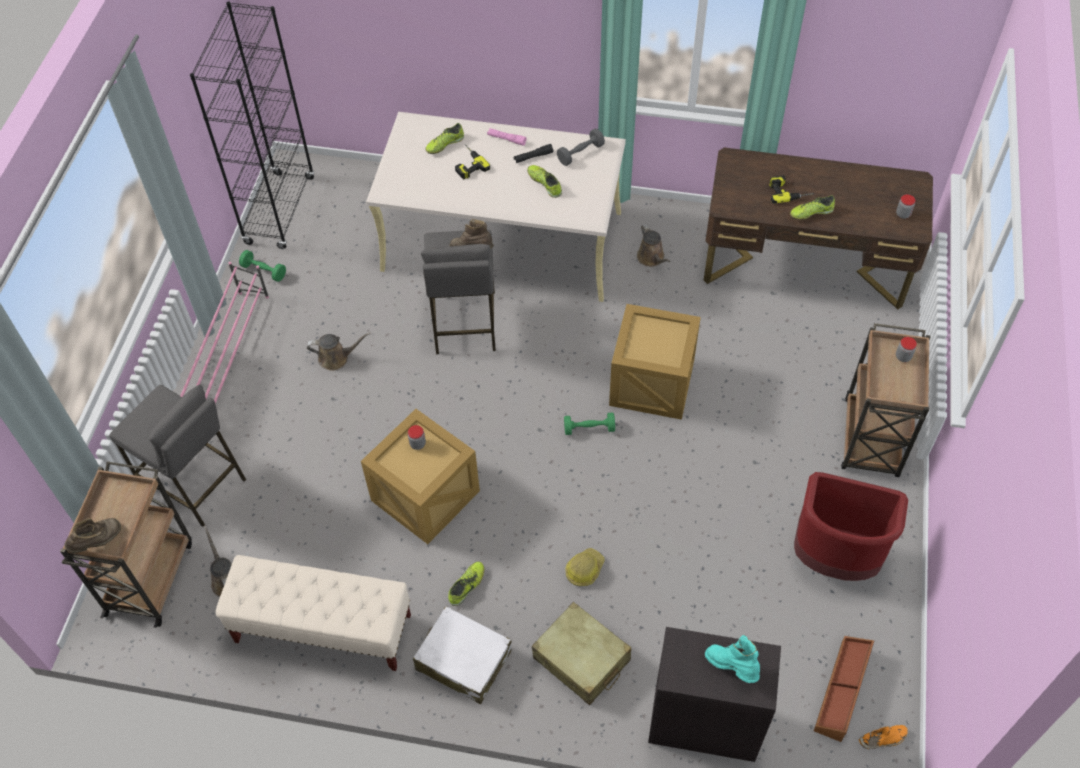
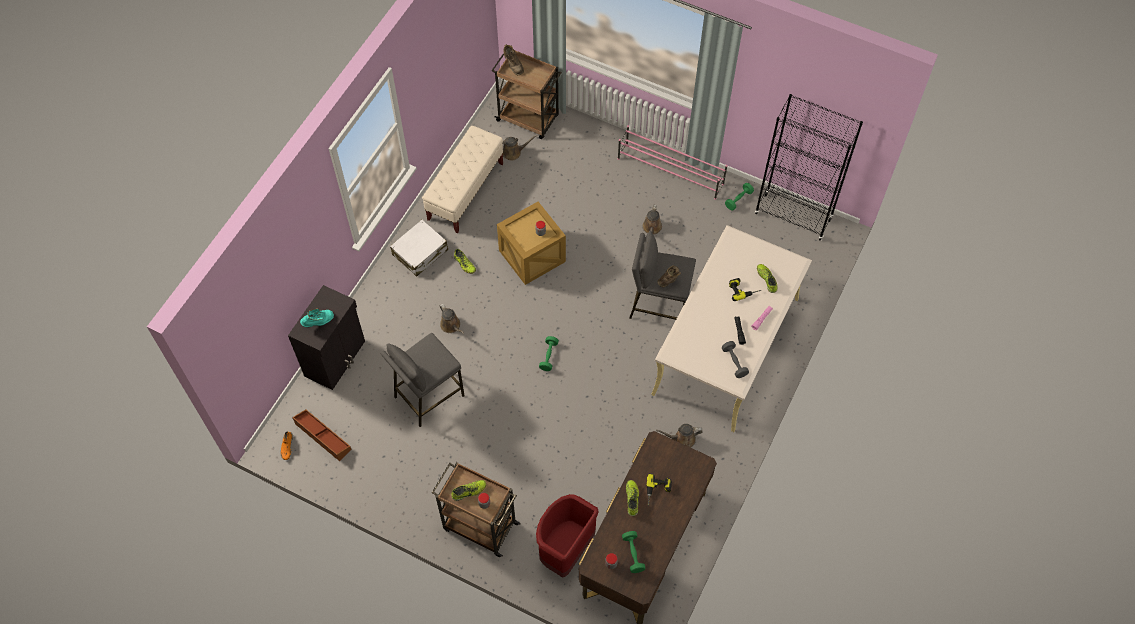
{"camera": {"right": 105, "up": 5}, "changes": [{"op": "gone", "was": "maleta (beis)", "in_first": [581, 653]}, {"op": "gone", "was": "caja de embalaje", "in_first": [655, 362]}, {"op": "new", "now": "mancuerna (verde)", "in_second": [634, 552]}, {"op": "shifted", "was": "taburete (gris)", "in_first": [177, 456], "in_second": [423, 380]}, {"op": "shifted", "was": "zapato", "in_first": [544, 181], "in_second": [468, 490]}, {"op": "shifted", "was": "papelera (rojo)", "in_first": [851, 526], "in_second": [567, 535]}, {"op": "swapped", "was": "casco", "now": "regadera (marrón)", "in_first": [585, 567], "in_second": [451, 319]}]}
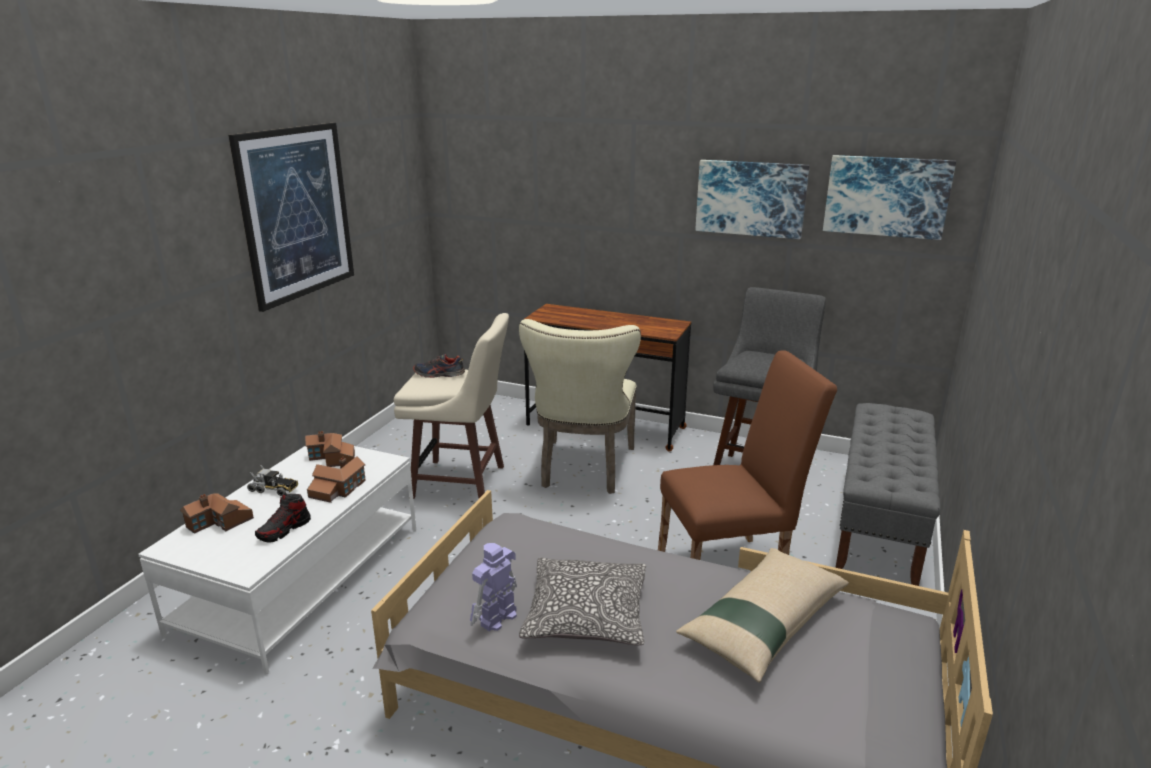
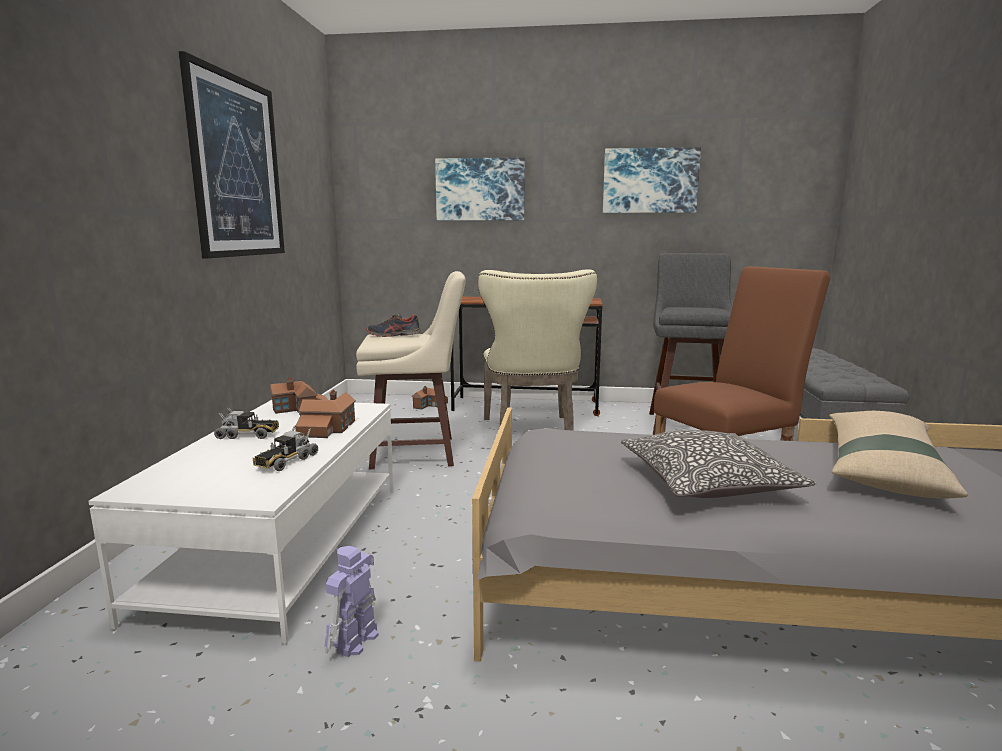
{"camera": {"right": -15, "up": -10}, "changes": [{"op": "shifted", "was": "casita", "in_first": [217, 513], "in_second": [430, 398]}, {"op": "shifted", "was": "robot de juguete", "in_first": [493, 587], "in_second": [352, 601]}, {"op": "shifted", "was": "cuadro", "in_first": [889, 197], "in_second": [480, 188]}, {"op": "swapped", "was": "zapato", "now": "camión de juguete", "in_first": [283, 518], "in_second": [285, 448]}]}
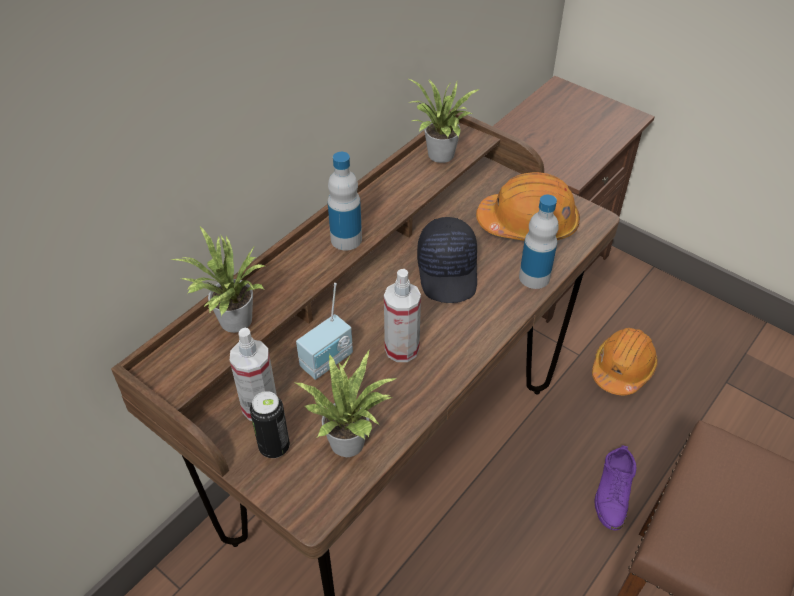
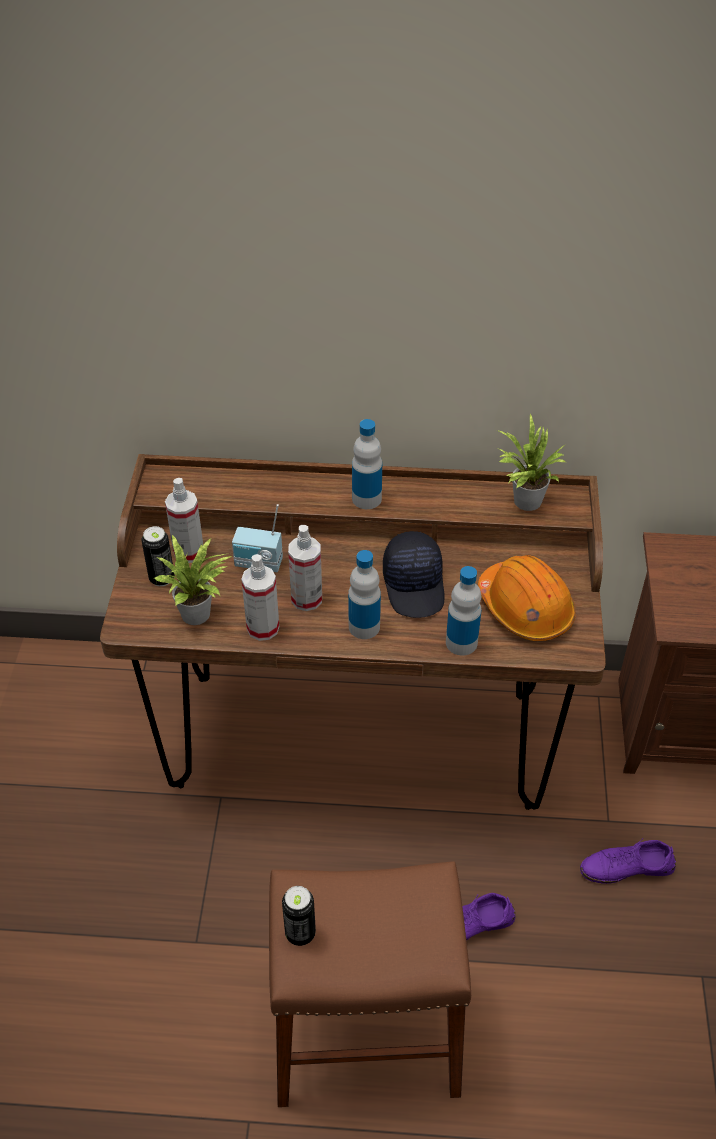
{"camera": {"right": 55, "up": 0}, "changes": [{"op": "gone", "was": "planta en maceta", "in_first": [218, 280]}, {"op": "new", "now": "pulverizador", "in_second": [260, 597]}, {"op": "new", "now": "lata", "in_second": [299, 916]}, {"op": "new", "now": "botella", "in_second": [364, 594]}, {"op": "swapped", "was": "casco (naranja)", "now": "zapato (morado)", "in_first": [625, 361], "in_second": [628, 861]}, {"op": "rotated", "was": "gorra (negro)", "in_first": [447, 260], "in_second": [414, 574], "clockwise": -60}]}
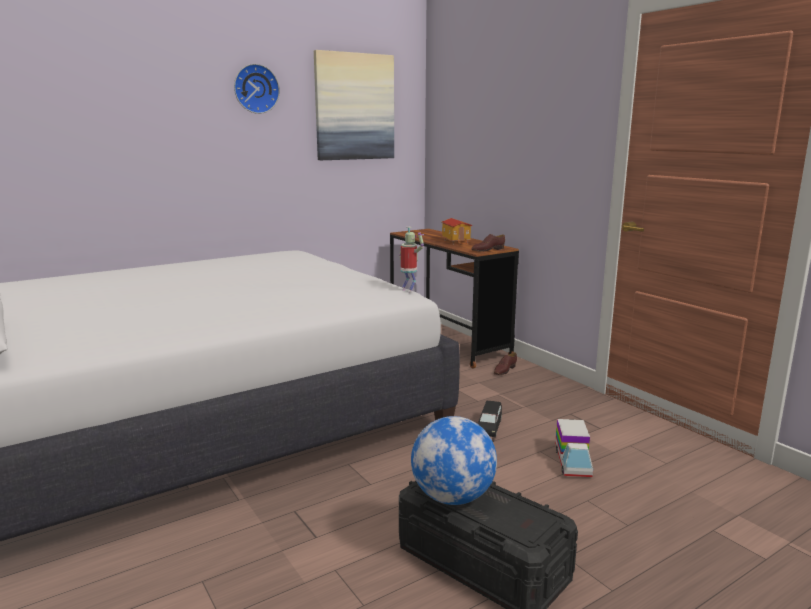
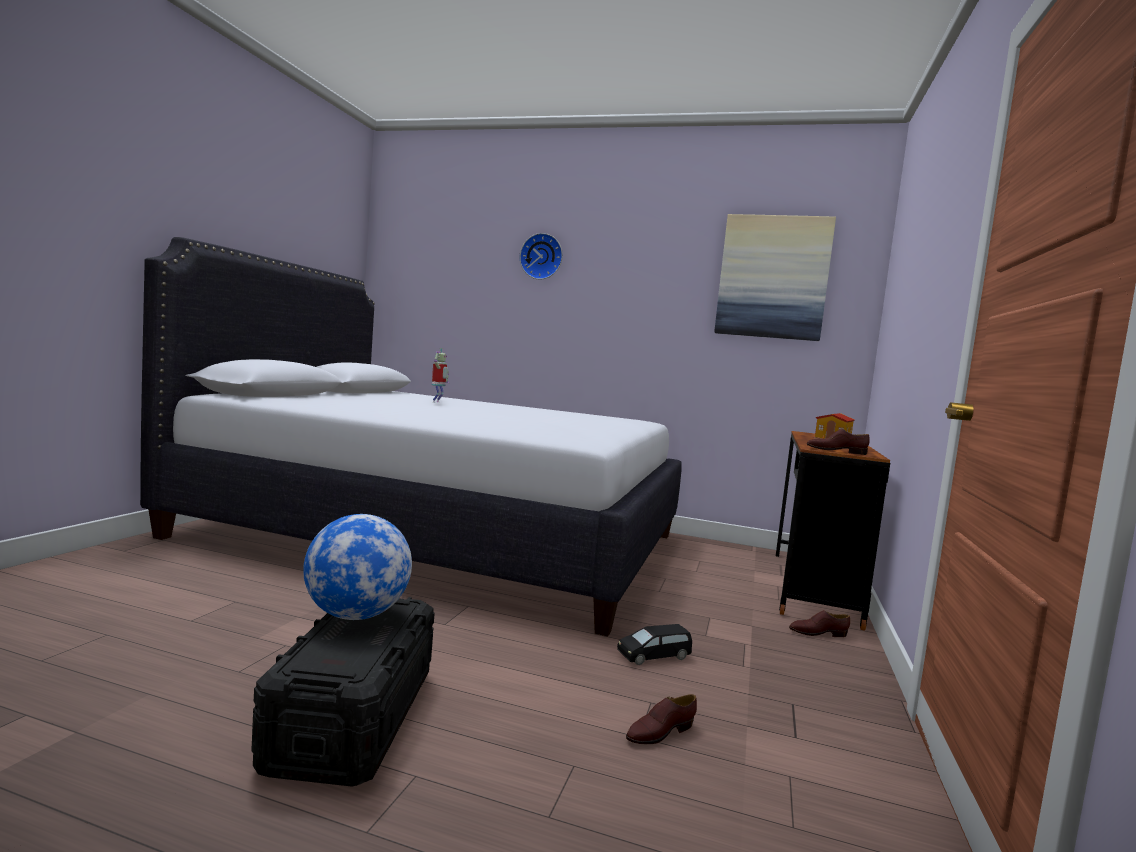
{"camera": {"right": 50, "up": -10}, "changes": [{"op": "shifted", "was": "reloj de pared", "in_first": [257, 89], "in_second": [541, 256]}, {"op": "shifted", "was": "robot de juguete", "in_first": [411, 260], "in_second": [440, 375]}, {"op": "swapped", "was": "camión de juguete", "now": "zapato (marrón)", "in_first": [574, 448], "in_second": [661, 719]}]}
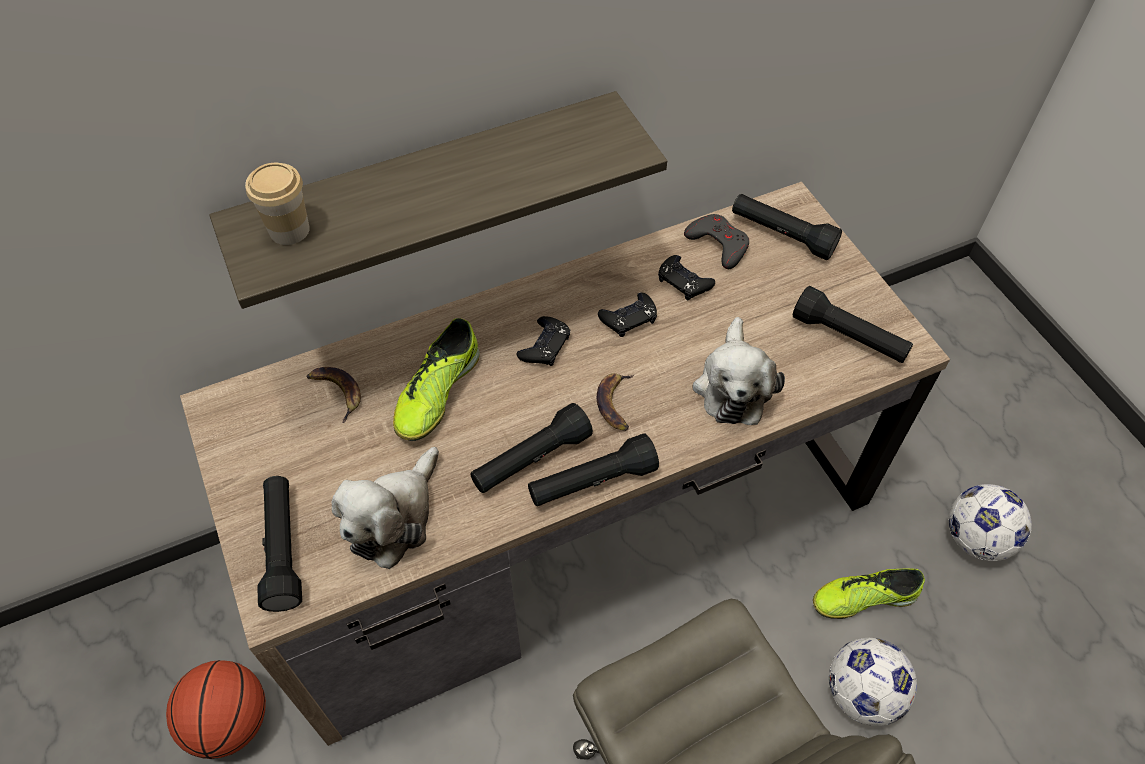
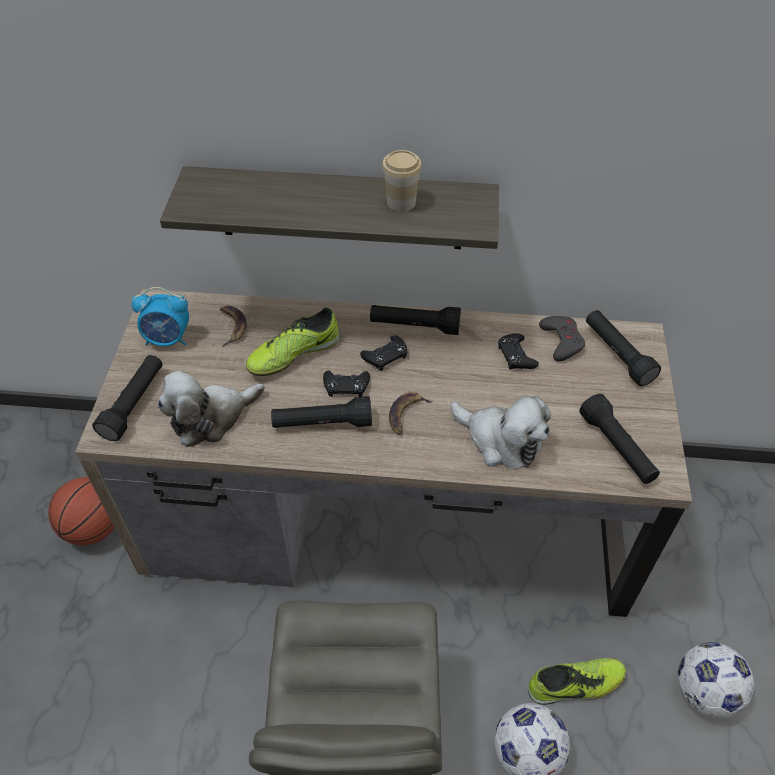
{"camera": {"right": 30, "up": -5}, "changes": [{"op": "new", "now": "despertador", "in_second": [160, 316]}, {"op": "shifted", "was": "taza", "in_first": [277, 204], "in_second": [402, 181]}, {"op": "shifted", "was": "linterna (negro)", "in_first": [593, 470], "in_second": [415, 320]}, {"op": "shifted", "was": "mando de consola (negro)", "in_first": [627, 314], "in_second": [346, 383]}, {"op": "rotated", "was": "peluche", "in_first": [739, 371], "in_second": [500, 433], "clockwise": -90}, {"op": "rotated", "was": "zapato", "in_first": [869, 593], "in_second": [577, 681], "clockwise": 150}]}
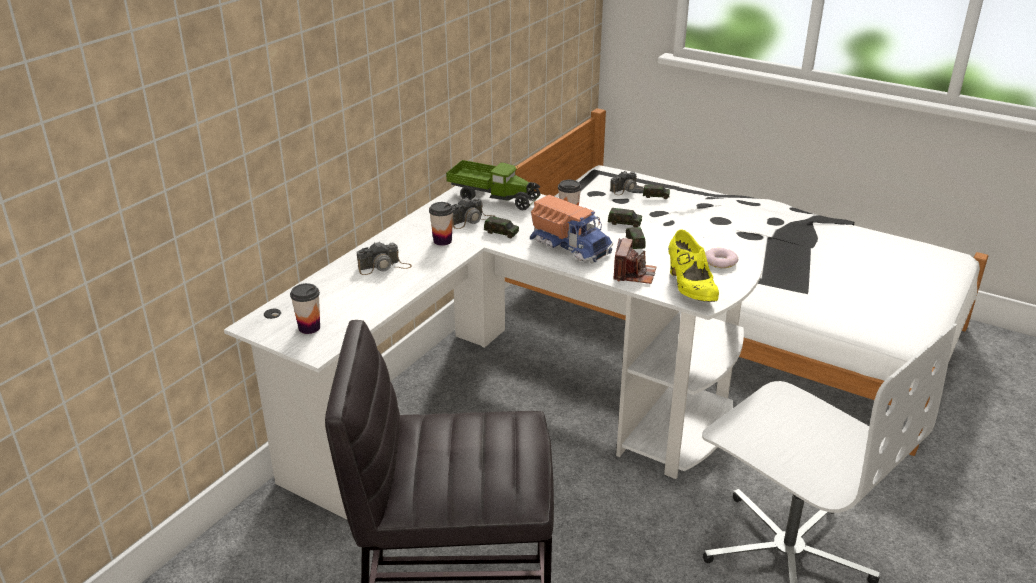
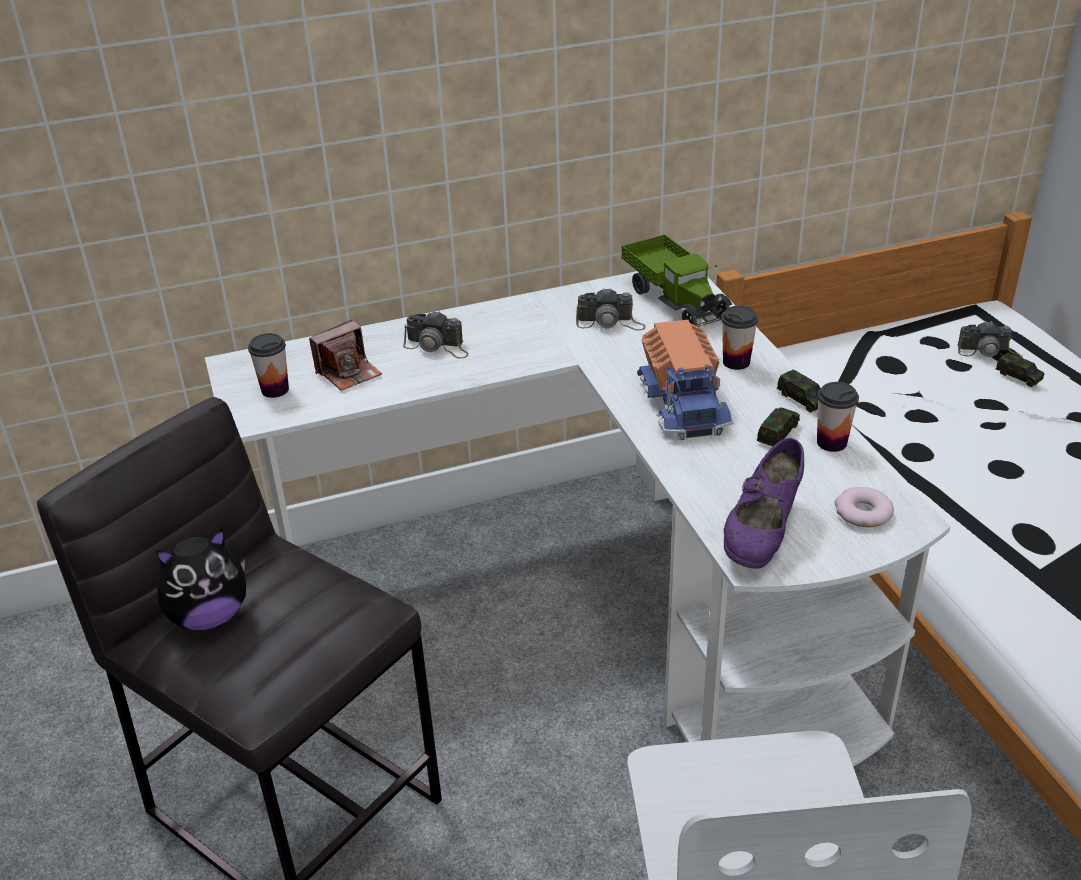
{"camera": {"right": 40, "up": 5}, "changes": [{"op": "gone", "was": "coche de juguete", "in_first": [501, 227]}, {"op": "new", "now": "peluche", "in_second": [201, 579]}, {"op": "shifted", "was": "taza", "in_first": [441, 224], "in_second": [838, 417]}, {"op": "shifted", "was": "cámara", "in_first": [635, 261], "in_second": [345, 355]}, {"op": "repainted", "was": "zapato (amarillo)", "now": "zapato (morado)", "in_first": [693, 266], "in_second": [764, 503]}]}
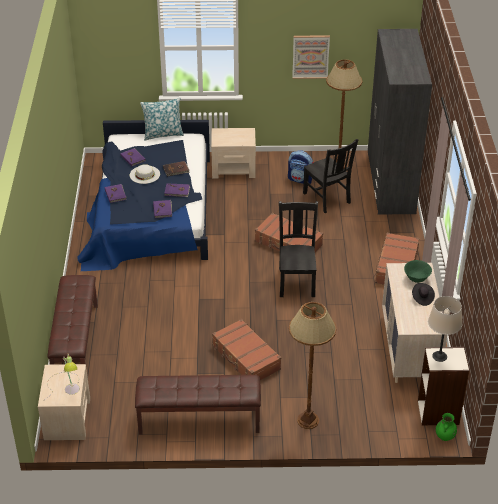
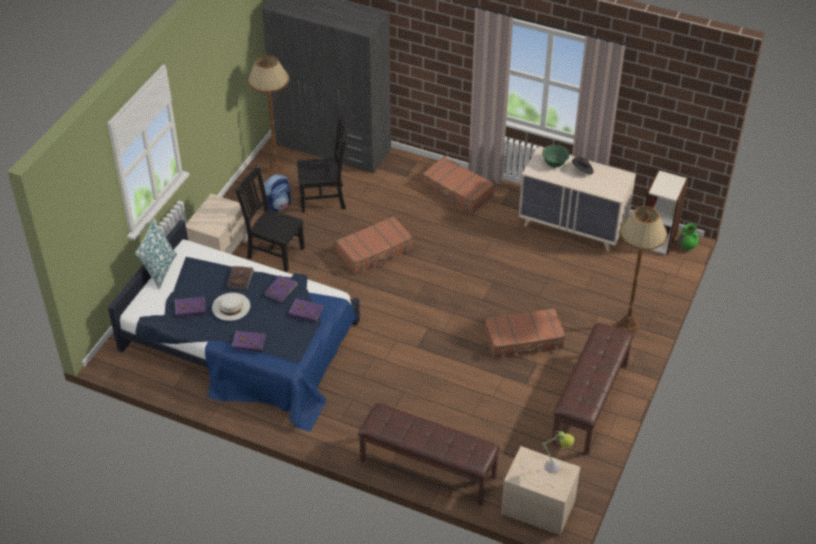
{"camera": {"right": -65, "up": 5}, "changes": [{"op": "gone", "was": "cuadro", "in_first": [311, 57]}, {"op": "gone", "was": "lámpara de mesa (beis)", "in_first": [445, 329]}, {"op": "shifted", "was": "silla (negro)", "in_first": [298, 249], "in_second": [270, 218]}]}
